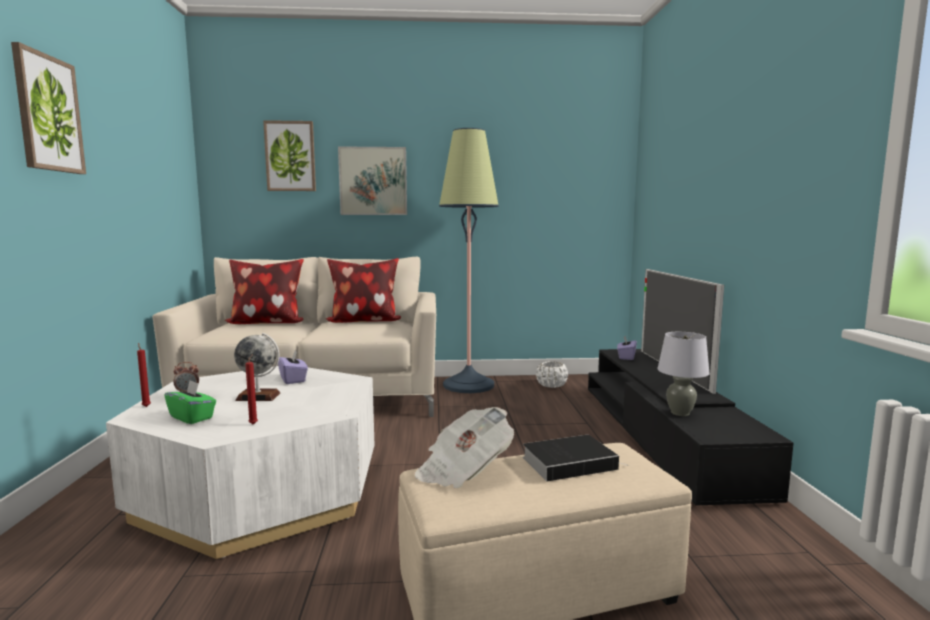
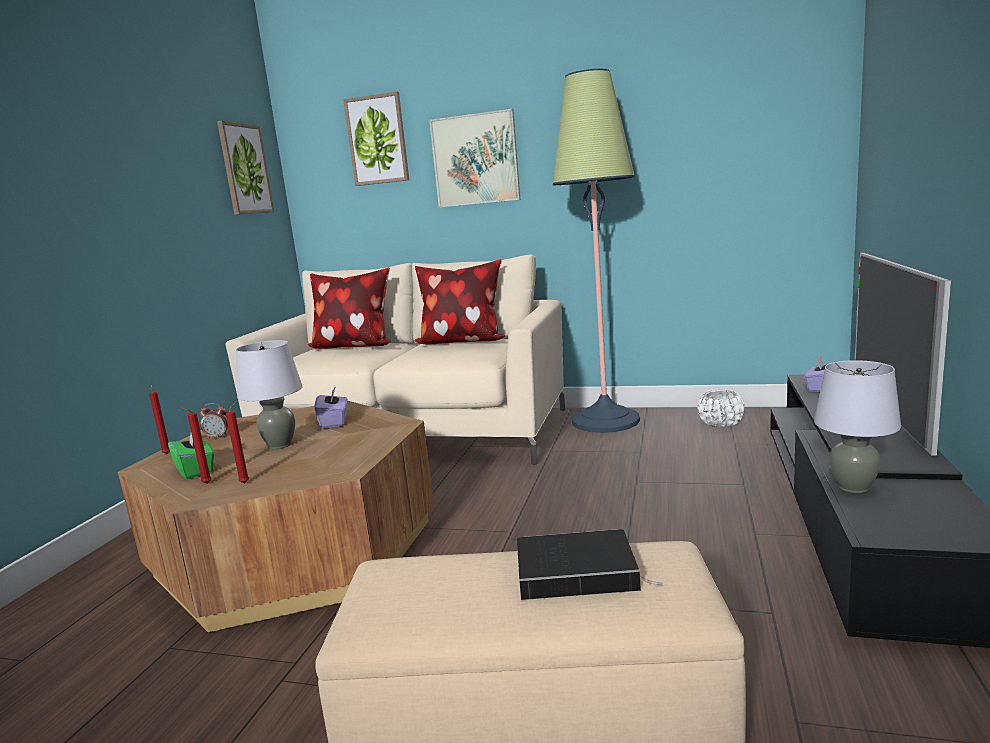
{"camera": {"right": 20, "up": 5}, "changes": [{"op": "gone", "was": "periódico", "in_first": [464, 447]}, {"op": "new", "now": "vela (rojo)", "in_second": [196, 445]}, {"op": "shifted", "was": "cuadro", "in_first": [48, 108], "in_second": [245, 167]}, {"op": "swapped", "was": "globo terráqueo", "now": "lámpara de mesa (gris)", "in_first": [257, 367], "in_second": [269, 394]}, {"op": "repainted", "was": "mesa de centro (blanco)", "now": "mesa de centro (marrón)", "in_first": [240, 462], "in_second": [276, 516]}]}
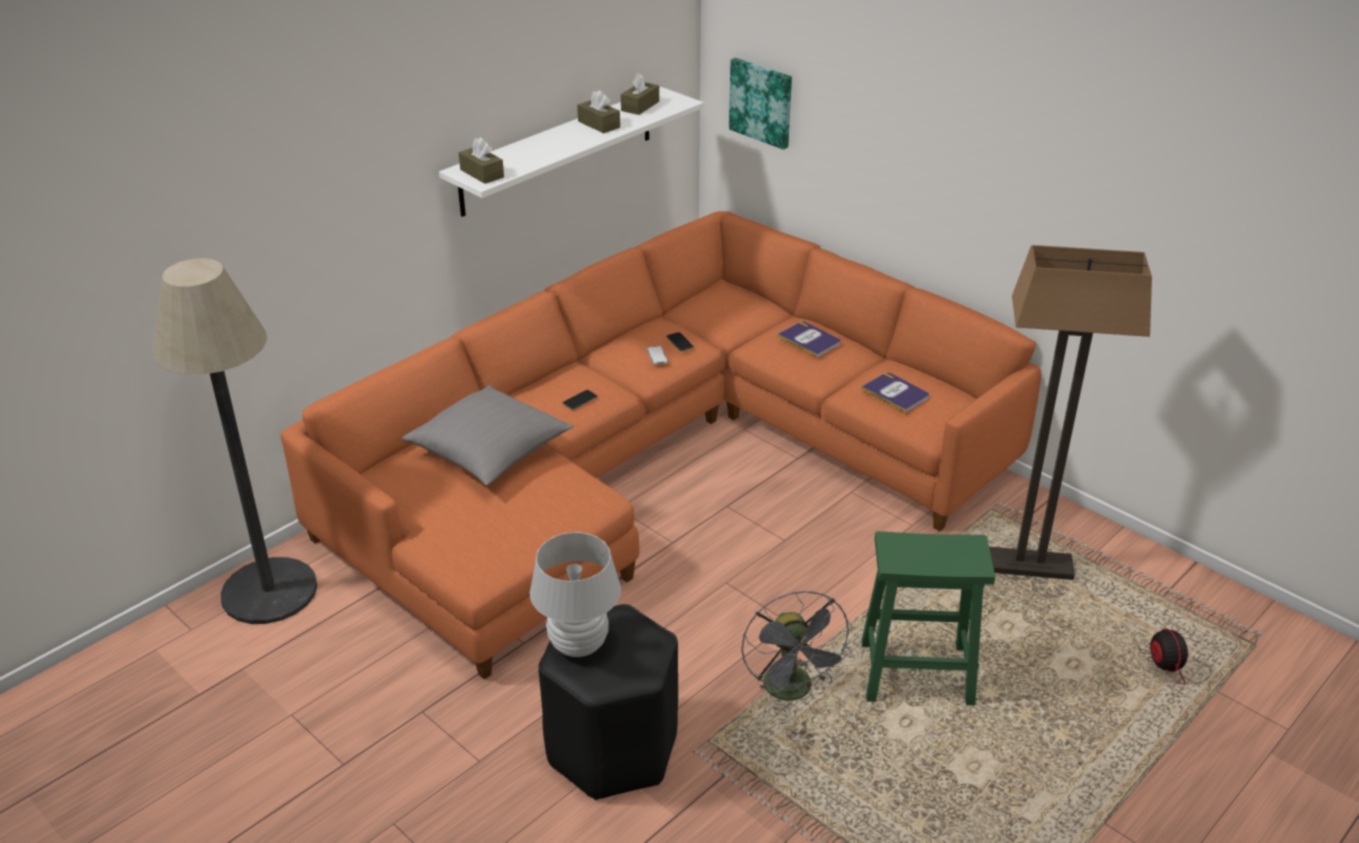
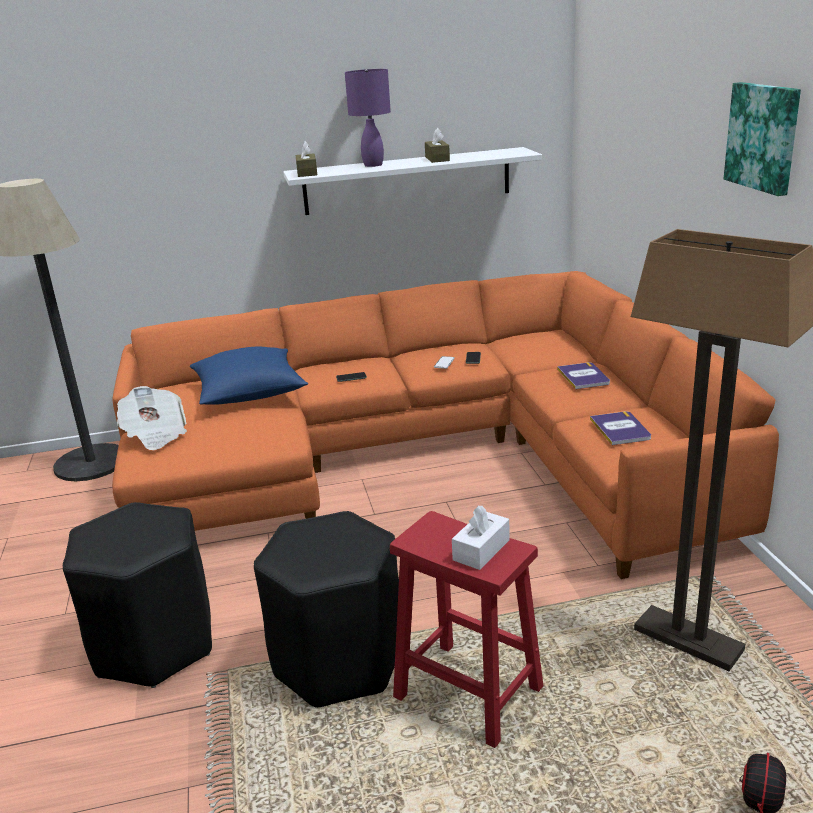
{"camera": {"right": 35, "up": -10}, "changes": [{"op": "gone", "was": "lámpara de mesa (blanco)", "in_first": [575, 594]}, {"op": "gone", "was": "caja de pañuelos (marrón)", "in_first": [640, 94]}, {"op": "new", "now": "periódico", "in_second": [152, 418]}, {"op": "new", "now": "lámpara de mesa (morado)", "in_second": [368, 118]}, {"op": "new", "now": "caja de pañuelos (blanco)", "in_second": [481, 537]}, {"op": "shifted", "was": "cuadro", "in_first": [760, 104], "in_second": [762, 139]}, {"op": "swapped", "was": "ventilador (gris)", "now": "taburete (negro)", "in_first": [797, 647], "in_second": [326, 609]}, {"op": "repainted", "was": "cojín (gris)", "now": "cojín (azul)", "in_first": [487, 435], "in_second": [249, 376]}, {"op": "repainted", "was": "taburete (verde)", "now": "taburete (rojo)", "in_first": [928, 618], "in_second": [466, 629]}]}
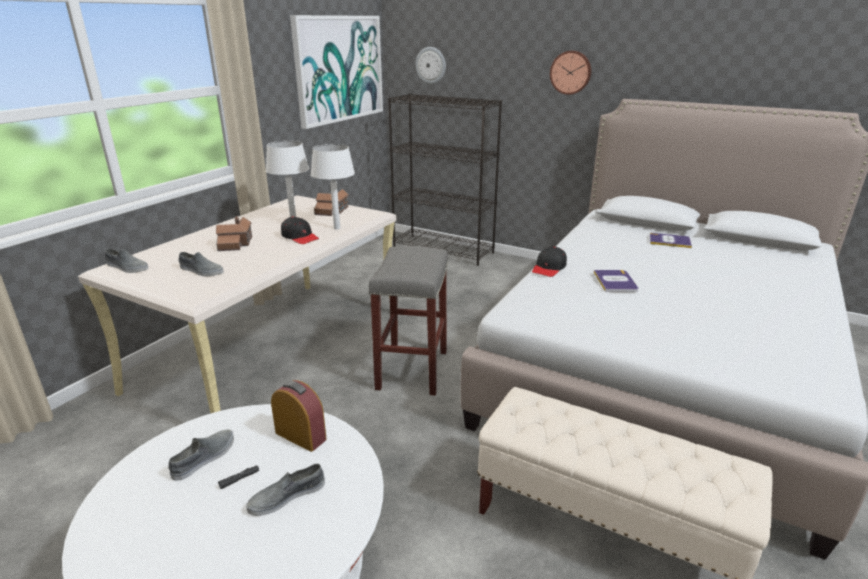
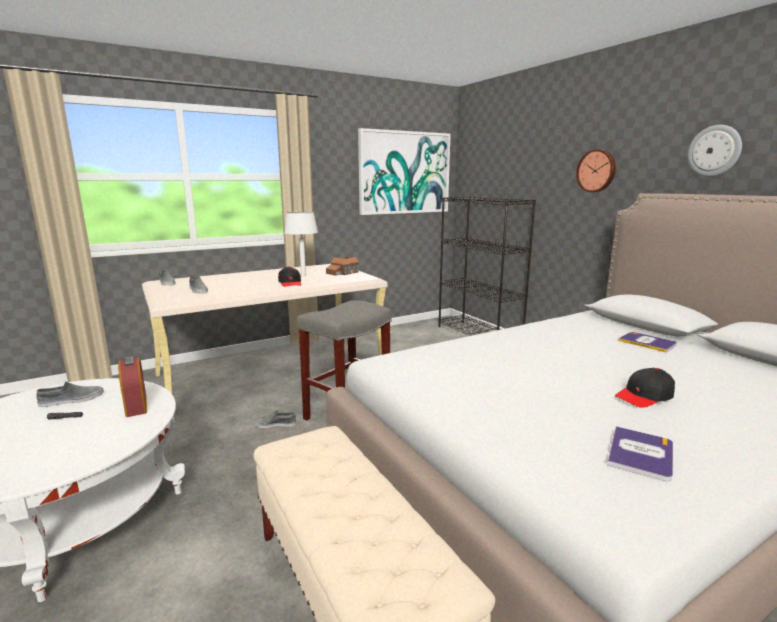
{"camera": {"right": 30, "up": -10}, "changes": [{"op": "gone", "was": "casita", "in_first": [234, 233]}, {"op": "gone", "was": "lámpara de mesa (blanco)", "in_first": [333, 186]}, {"op": "shifted", "was": "zapato (gris)", "in_first": [285, 489], "in_second": [275, 419]}, {"op": "shifted", "was": "reloj de pared", "in_first": [431, 65], "in_second": [715, 151]}, {"op": "shifted", "was": "gorra (negro)", "in_first": [549, 262], "in_second": [645, 388]}, {"op": "shifted", "was": "libro", "in_first": [616, 281], "in_second": [640, 453]}]}
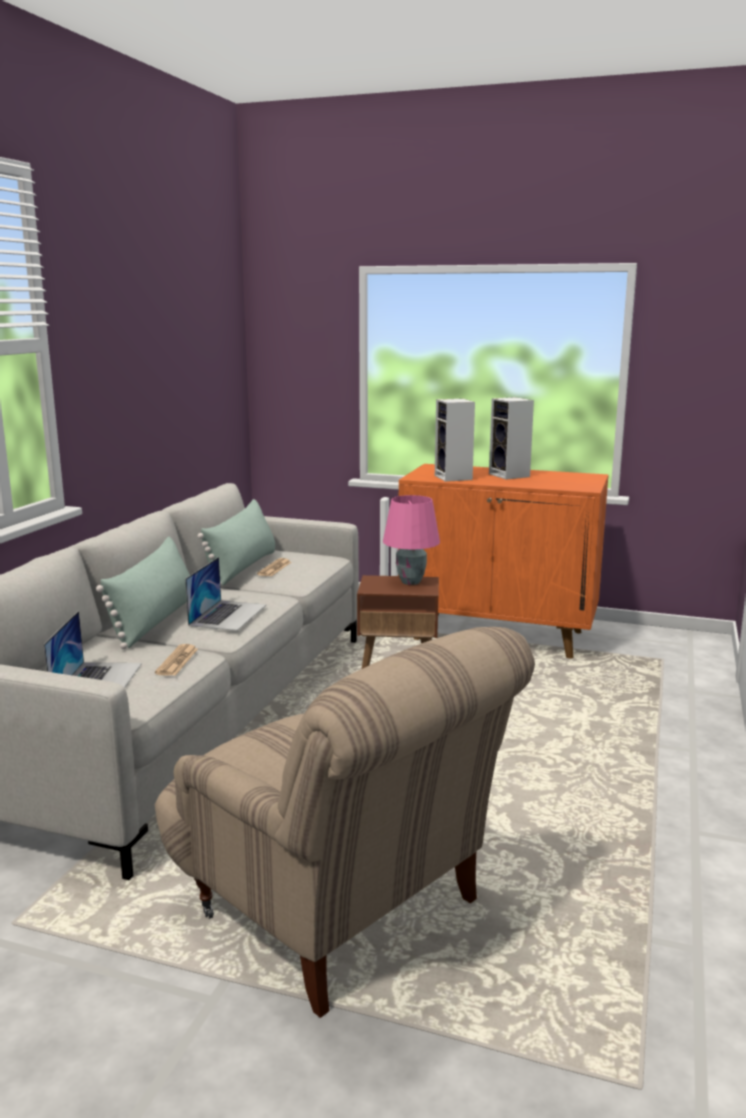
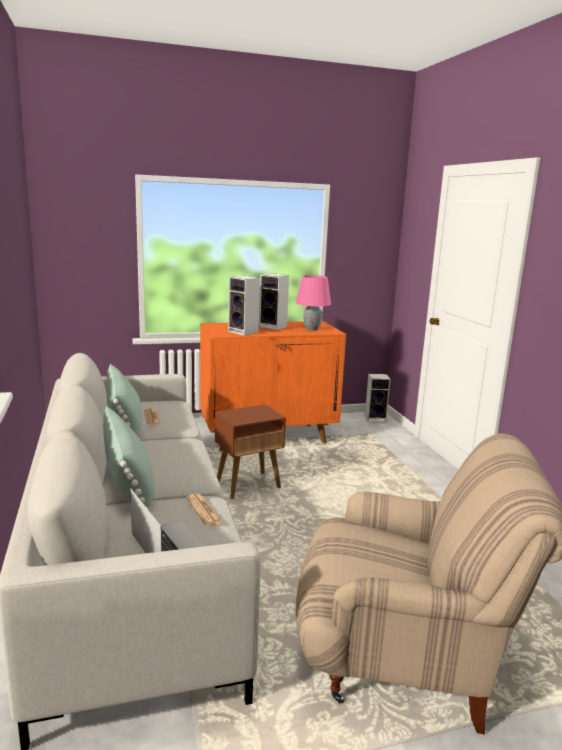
{"camera": {"right": -35, "up": 0}, "changes": [{"op": "gone", "was": "portátil", "in_first": [225, 594]}, {"op": "new", "now": "altavoz", "in_second": [377, 398]}, {"op": "shifted", "was": "lámpara de mesa (rosa)", "in_first": [411, 540], "in_second": [313, 302]}]}
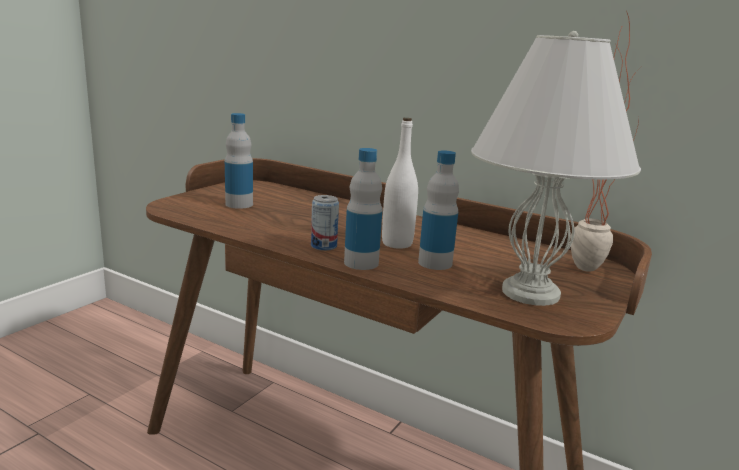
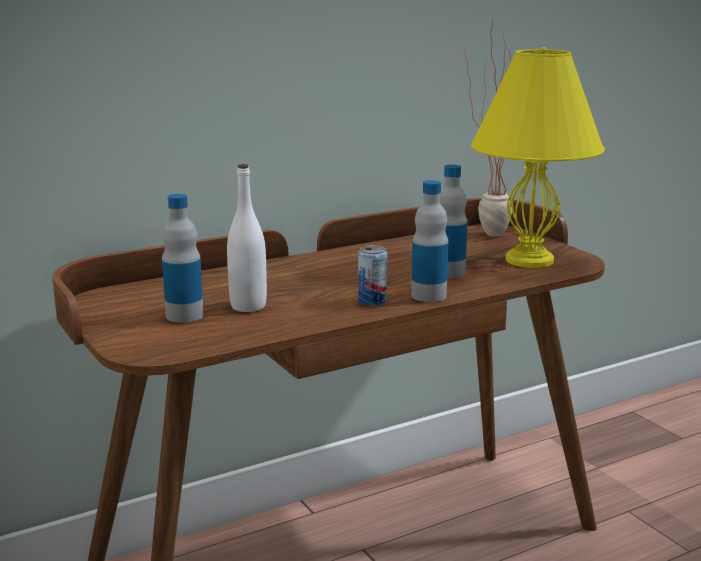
{"camera": {"right": -60, "up": 0}, "changes": [{"op": "shifted", "was": "botella (blanco)", "in_first": [400, 183], "in_second": [247, 238]}, {"op": "repainted", "was": "lámpara de mesa (blanco)", "now": "lámpara de mesa (amarillo)", "in_first": [556, 168], "in_second": [538, 157]}]}
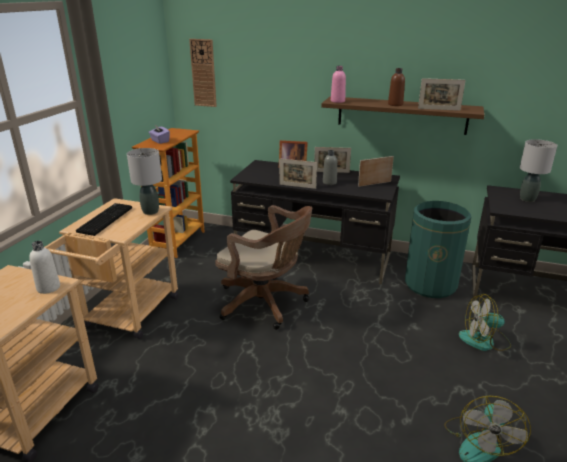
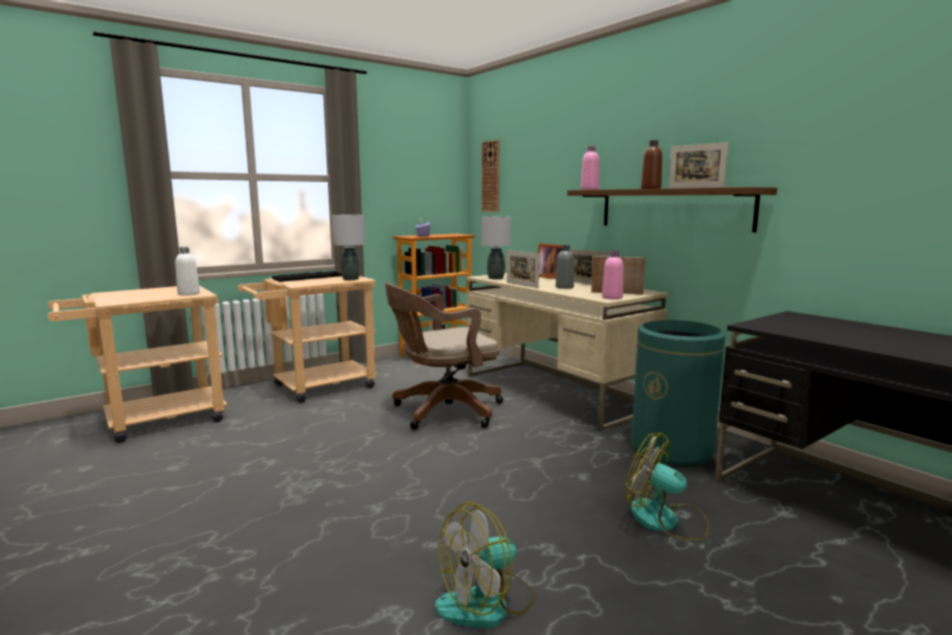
{"camera": {"right": 35, "up": -15}, "changes": [{"op": "new", "now": "botella (rosa)", "in_second": [612, 274]}, {"op": "shifted", "was": "lámpara de mesa (gris)", "in_first": [539, 170], "in_second": [496, 248]}, {"op": "repainted", "was": "escritorio (negro)", "now": "escritorio (beis)", "in_first": [315, 222], "in_second": [568, 352]}, {"op": "rotated", "was": "silla de oficina (marrón)", "in_first": [263, 267], "in_second": [444, 355], "clockwise": 90}]}
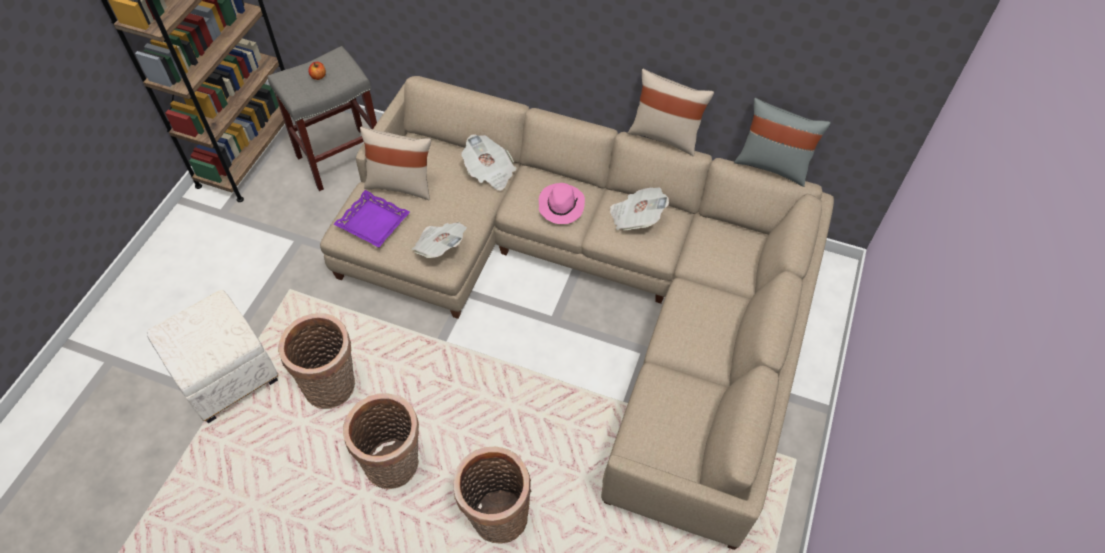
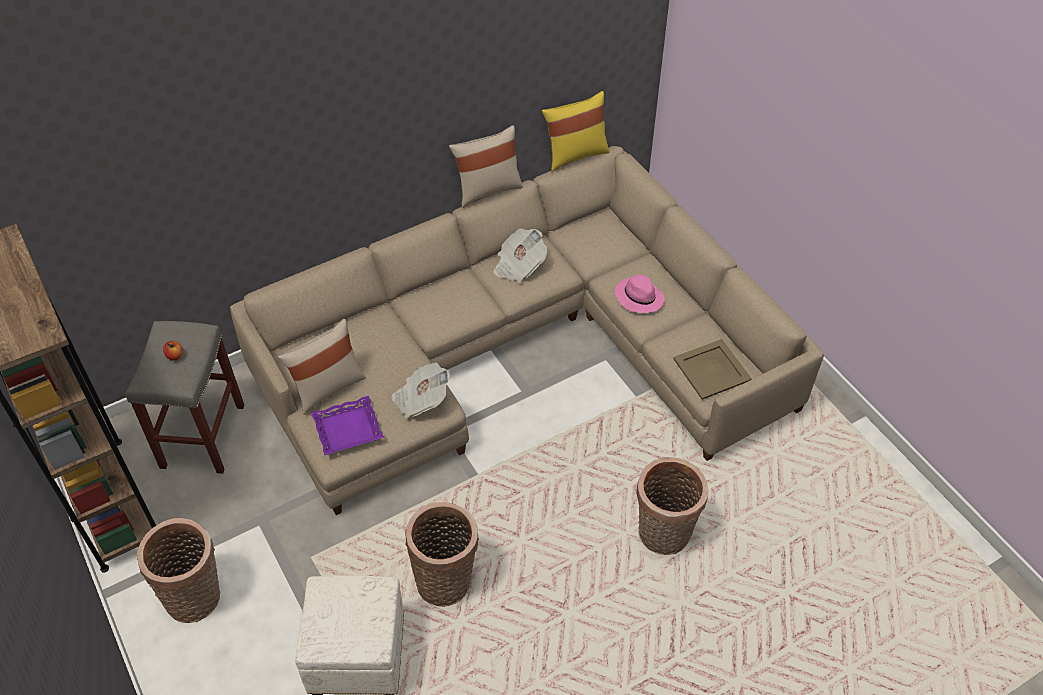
{"camera": {"right": -50, "up": -5}, "changes": [{"op": "gone", "was": "periódico", "in_first": [489, 162]}, {"op": "new", "now": "bandeja (beis)", "in_second": [712, 369]}, {"op": "shifted", "was": "cesta", "in_first": [381, 441], "in_second": [178, 570]}, {"op": "shifted", "was": "sombrero (rosa)", "in_first": [562, 203], "in_second": [640, 294]}, {"op": "repainted", "was": "cojín (gris)", "now": "cojín (amarillo)", "in_first": [782, 142], "in_second": [576, 131]}]}
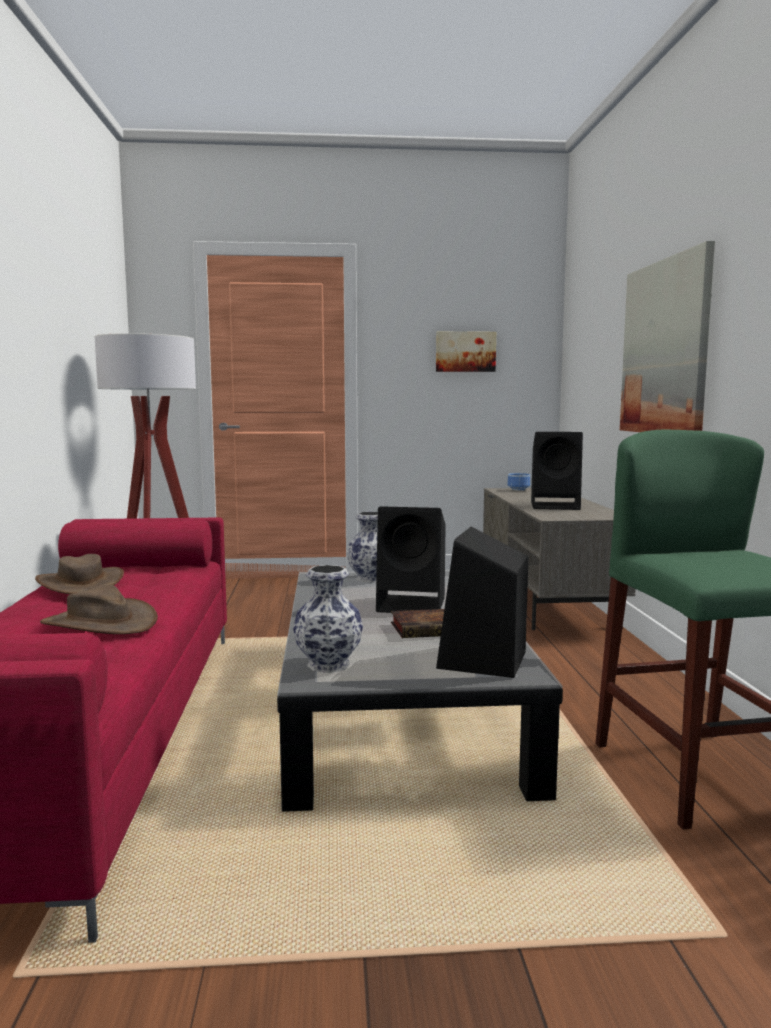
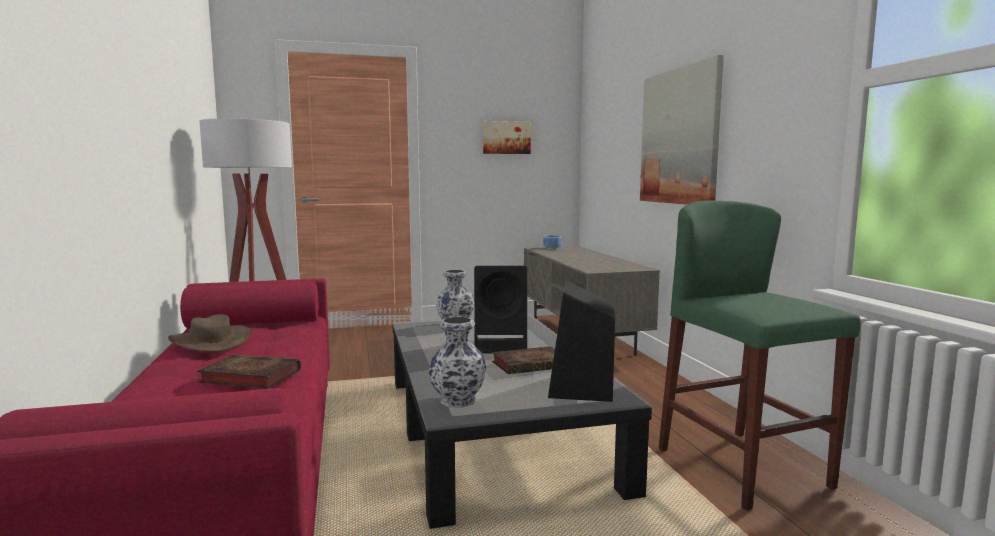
{"camera": {"right": -10, "up": 0}, "changes": [{"op": "gone", "was": "altavoz (negro)", "in_first": [557, 471]}, {"op": "swapped", "was": "sombrero (marrón)", "now": "libro", "in_first": [99, 609], "in_second": [249, 372]}]}
